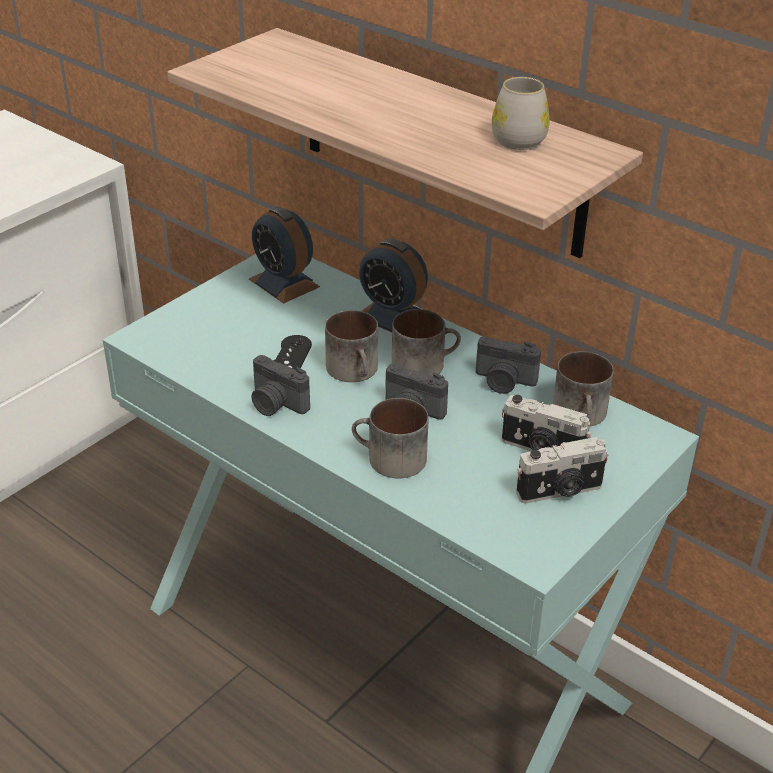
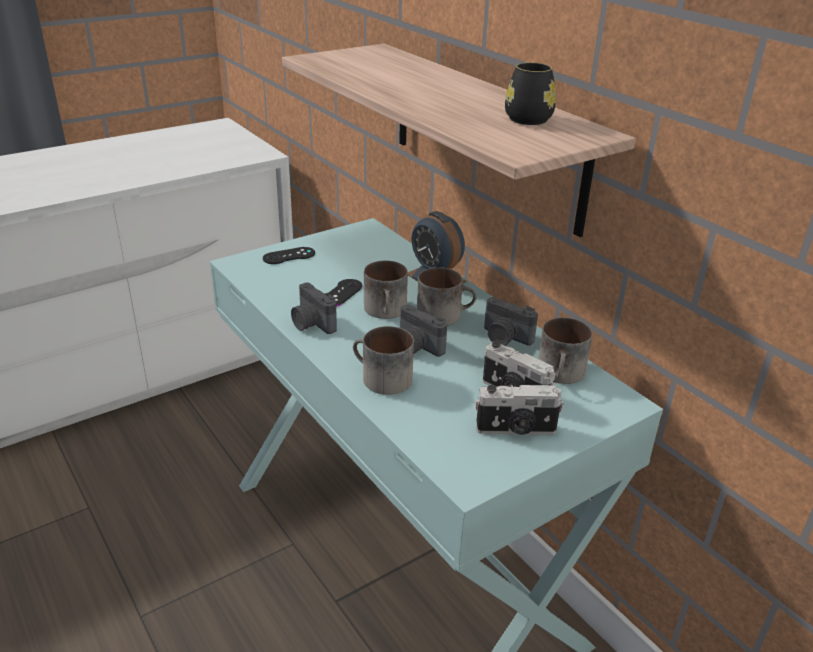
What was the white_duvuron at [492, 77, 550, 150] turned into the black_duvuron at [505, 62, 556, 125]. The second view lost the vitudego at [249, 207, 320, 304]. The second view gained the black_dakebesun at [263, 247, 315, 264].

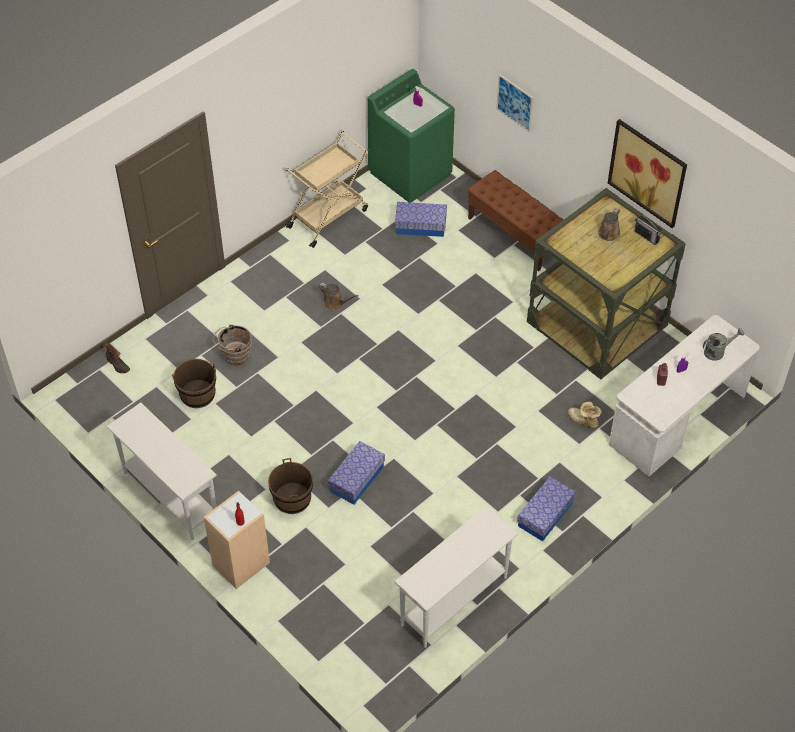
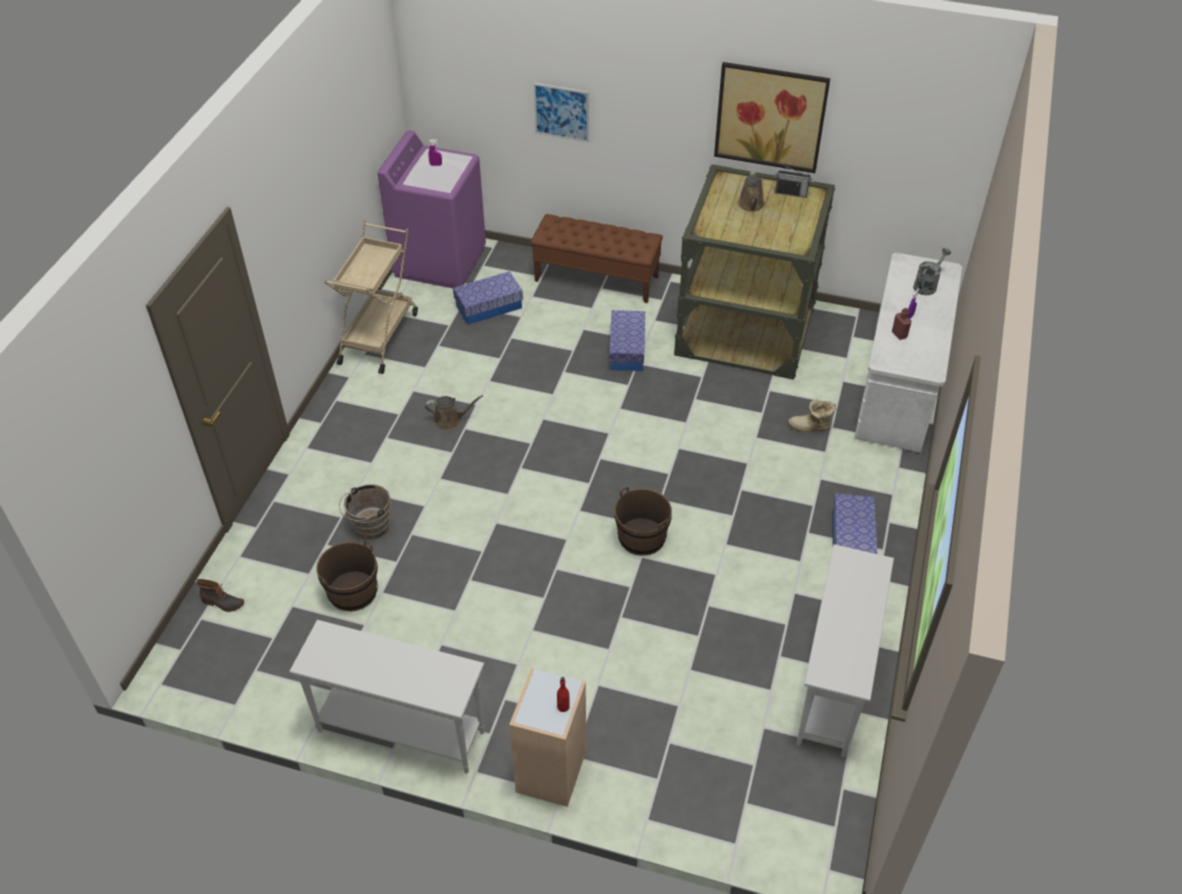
What was the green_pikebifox at [368, 69, 455, 202] turned into the purple_pikebifox at [378, 130, 486, 288]. The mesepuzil ended up elsewhere, having gone from [328, 441, 385, 505] to [609, 310, 645, 371]. The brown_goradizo ended up elsewhere, having gone from [268, 458, 313, 514] to [614, 486, 672, 556].

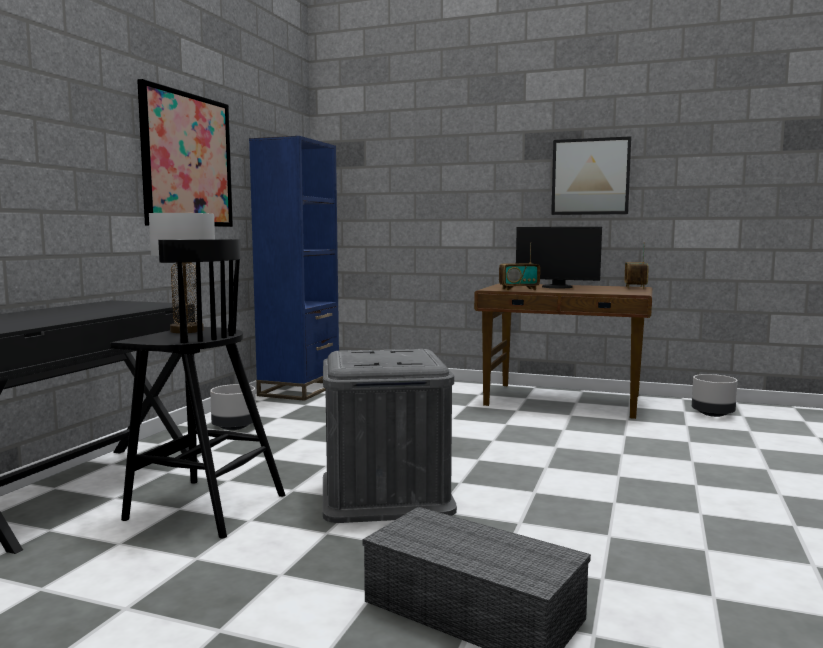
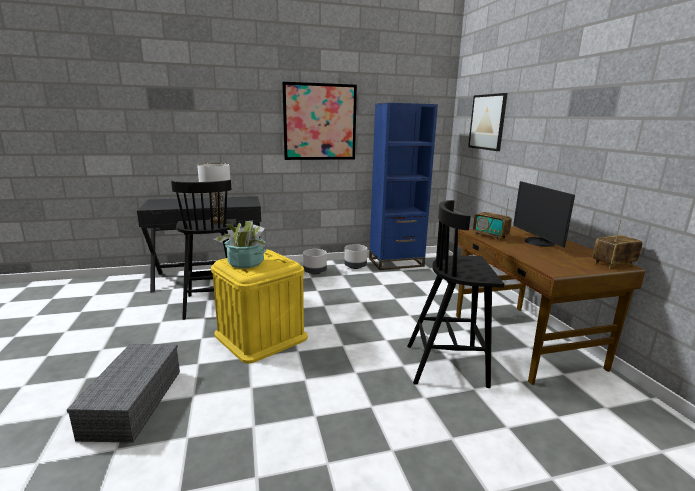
The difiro ended up elsewhere, having gone from [551, 136, 631, 215] to [468, 93, 508, 151]. What was the grey_mesepuzil at [323, 349, 457, 523] turned into the yellow_mesepuzil at [211, 250, 308, 363]. The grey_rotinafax ended up elsewhere, having gone from [692, 374, 738, 417] to [344, 244, 367, 269]. The second view gained the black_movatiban at [407, 200, 504, 388]. The second view gained the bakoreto at [214, 221, 266, 268].

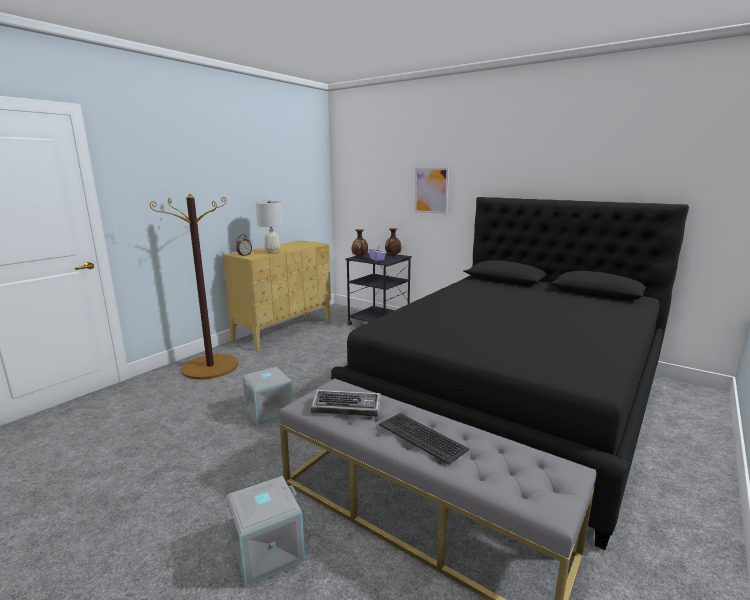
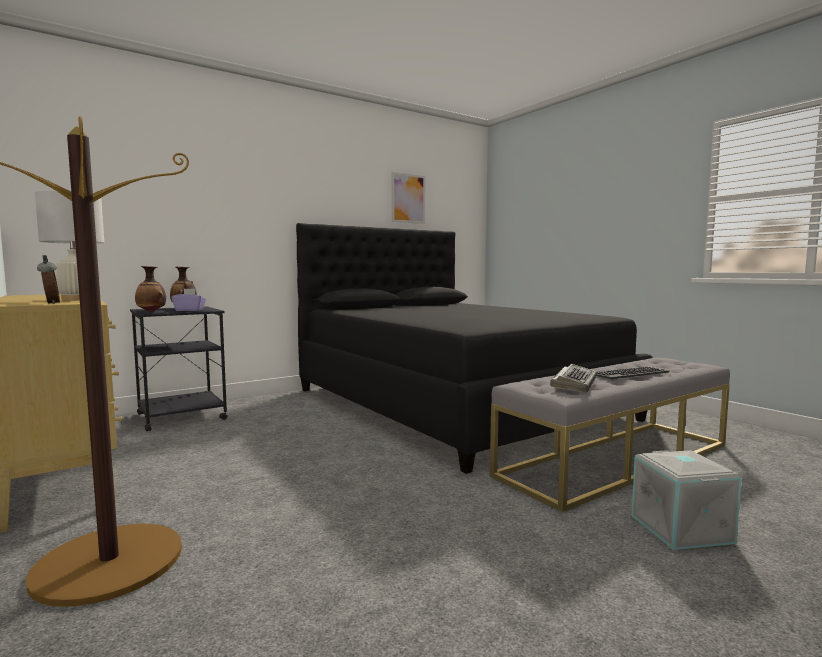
The difiro ended up elsewhere, having gone from [414, 168, 449, 214] to [392, 172, 425, 224]. The second view lost the grey_mesepuzil at [242, 367, 293, 426].

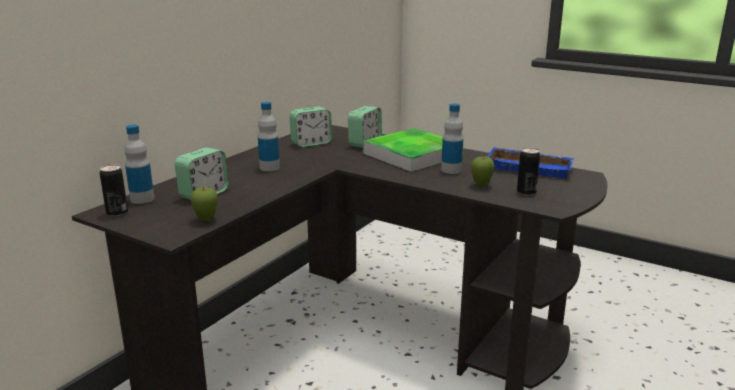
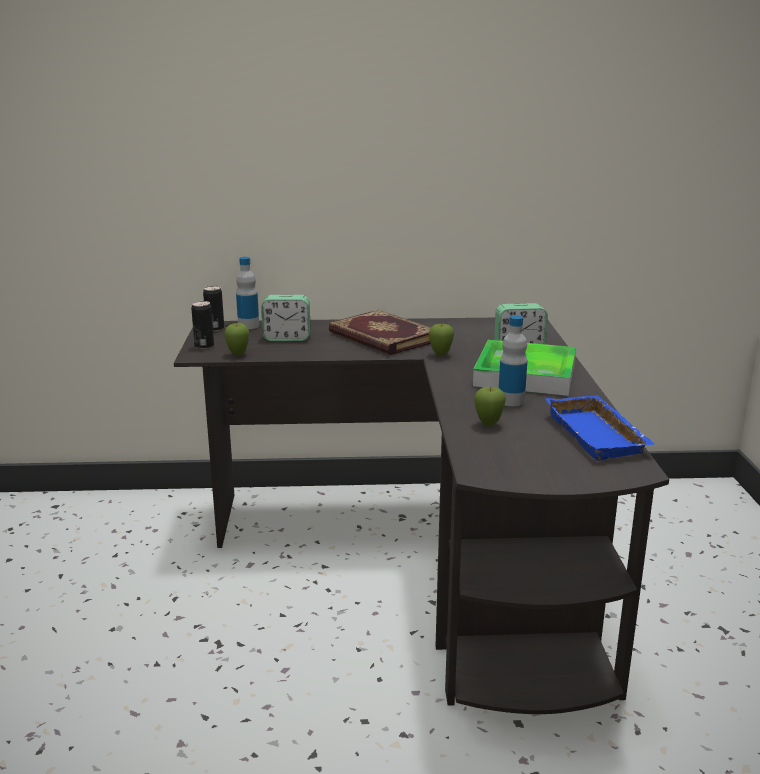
Where the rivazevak stood at [258, 102, 280, 171], the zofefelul came to stand at [329, 310, 431, 355]. The second view lost the vitudego at [289, 107, 332, 147]. The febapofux ended up elsewhere, having gone from [517, 147, 540, 195] to [191, 301, 214, 349]. The second view gained the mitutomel at [429, 324, 454, 356].

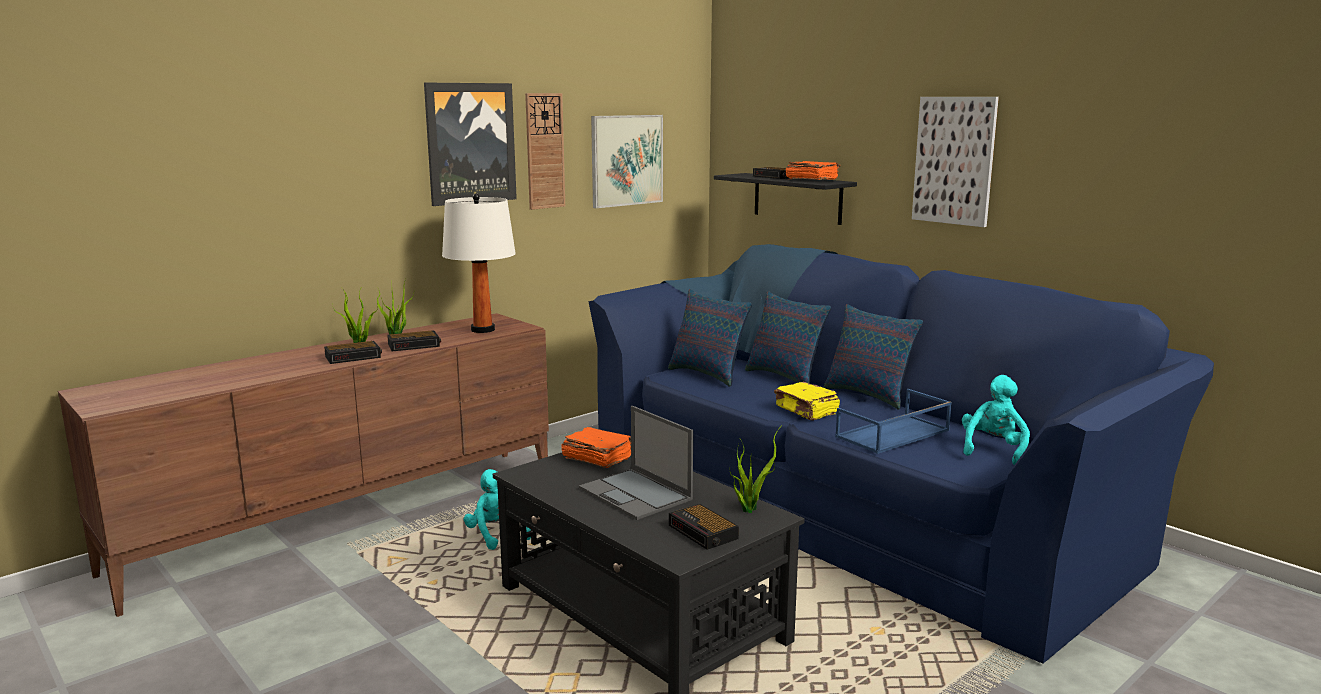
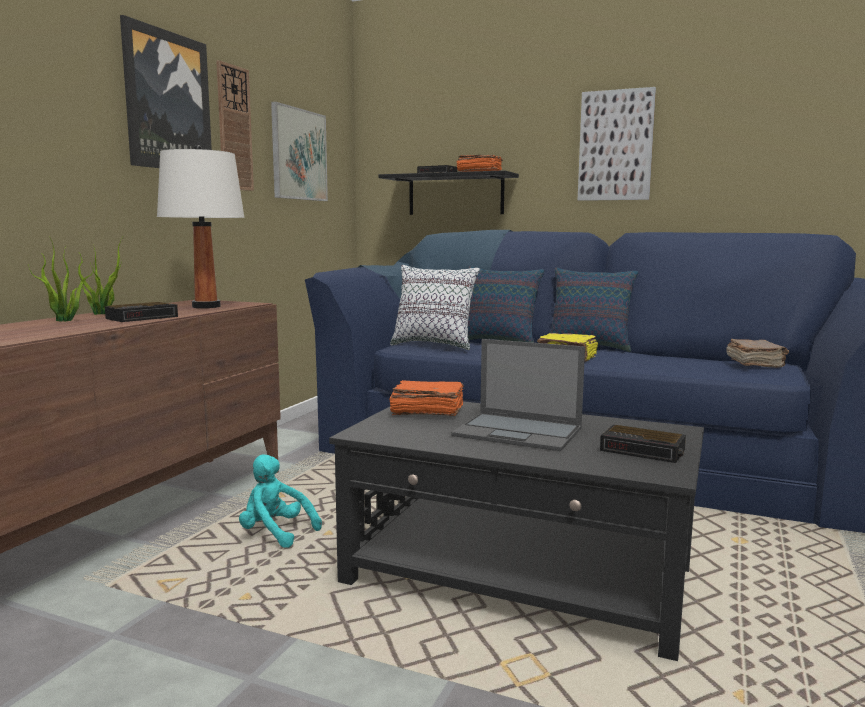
What was the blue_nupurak at [668, 289, 752, 387] turned into the white_nupurak at [390, 265, 480, 350]. The second view lost the vitudego at [324, 341, 382, 364]. Where the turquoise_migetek stood at [962, 375, 1030, 465], the brown_zofefelul came to stand at [726, 339, 789, 368]. The second view lost the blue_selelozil at [835, 389, 952, 454]. The second view lost the bakoreto at [730, 430, 778, 513].

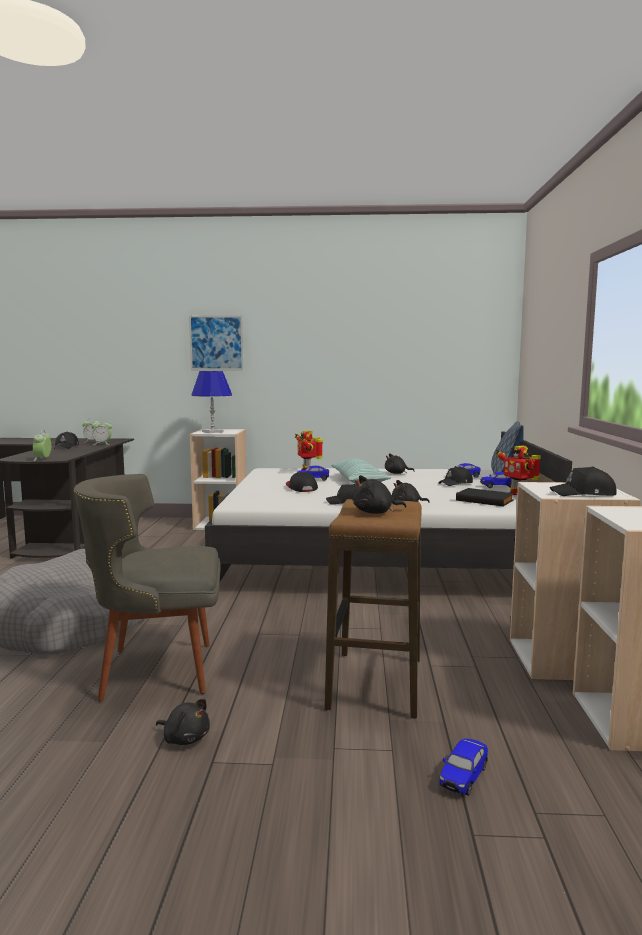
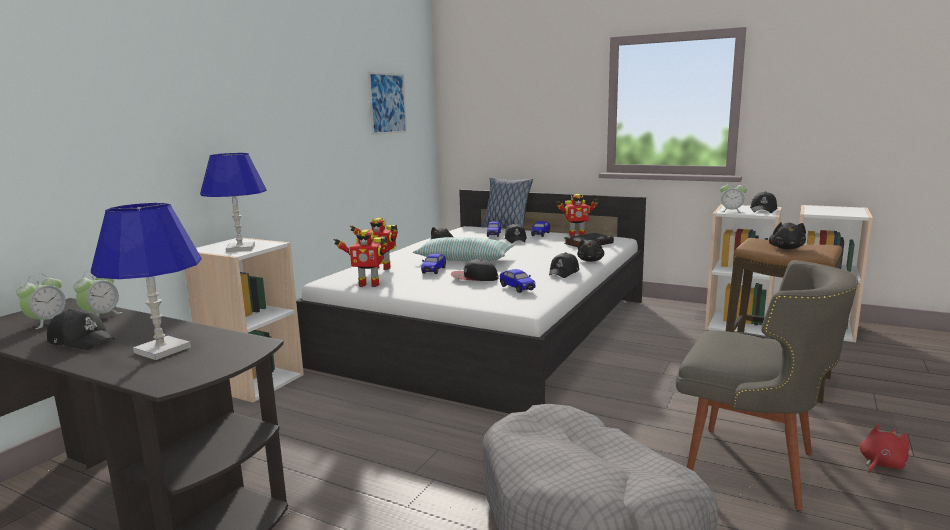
The difiro ended up elsewhere, having gone from [189, 315, 244, 370] to [368, 72, 407, 135]. The vitudego ended up elsewhere, having gone from [33, 430, 51, 461] to [720, 183, 747, 213]. The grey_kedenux at [74, 474, 221, 701] ended up facing another way, 75 degrees counterclockwise from before. What was the black_migetek at [156, 699, 210, 745] turned into the red_migetek at [860, 424, 909, 473]. The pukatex ended up elsewhere, having gone from [439, 738, 488, 796] to [500, 269, 536, 293]. The second view gained the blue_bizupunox at [91, 203, 202, 360]. The second view gained the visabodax at [334, 230, 388, 287].

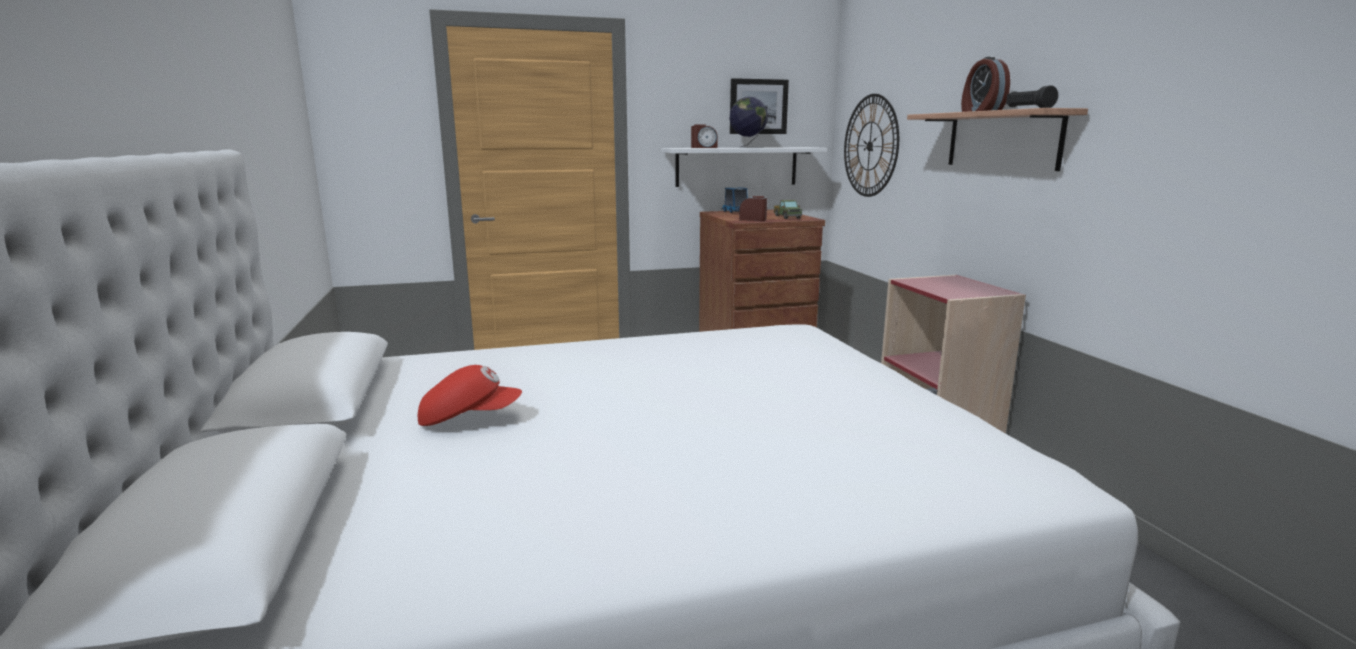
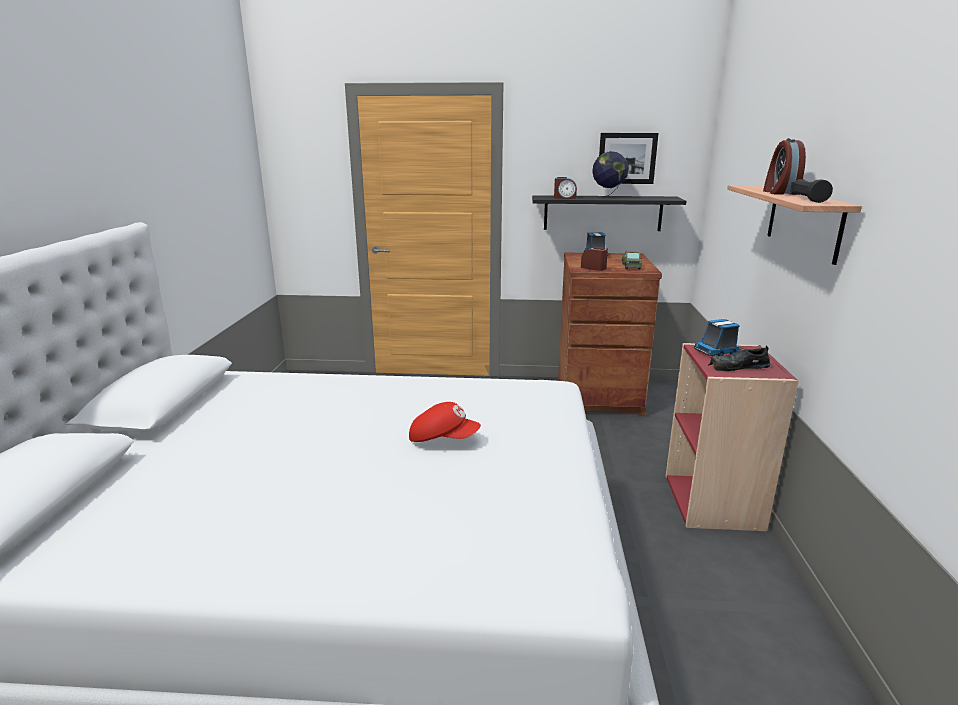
The second view lost the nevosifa at [844, 94, 899, 197]. What was the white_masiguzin at [662, 147, 827, 187] turned into the black_masiguzin at [532, 195, 686, 231]. The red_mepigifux ended up elsewhere, having gone from [418, 365, 522, 426] to [409, 402, 481, 442]. The second view gained the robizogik at [694, 319, 740, 356]. The second view gained the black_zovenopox at [708, 346, 770, 371].

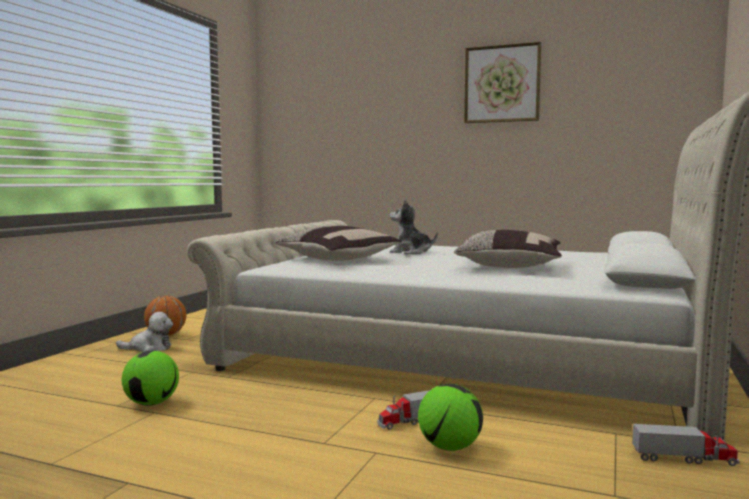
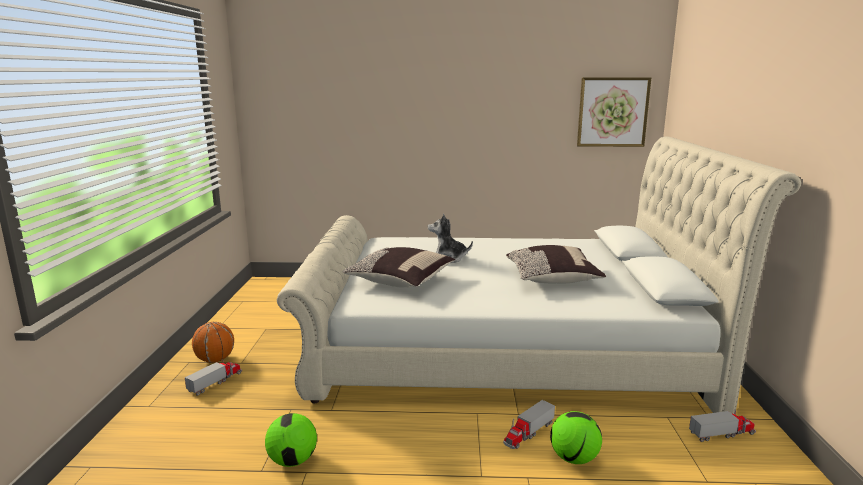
The difiro ended up elsewhere, having gone from [464, 42, 541, 123] to [577, 78, 651, 147]. Where the migetek stood at [116, 312, 173, 352], the robizogik came to stand at [185, 359, 242, 396].

